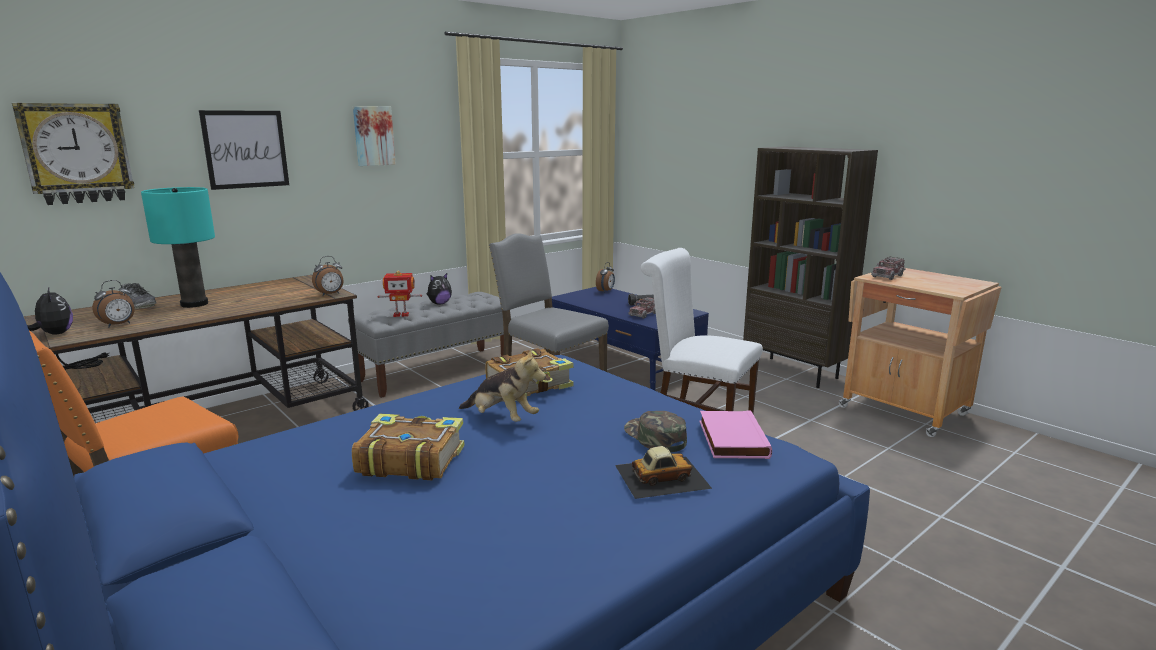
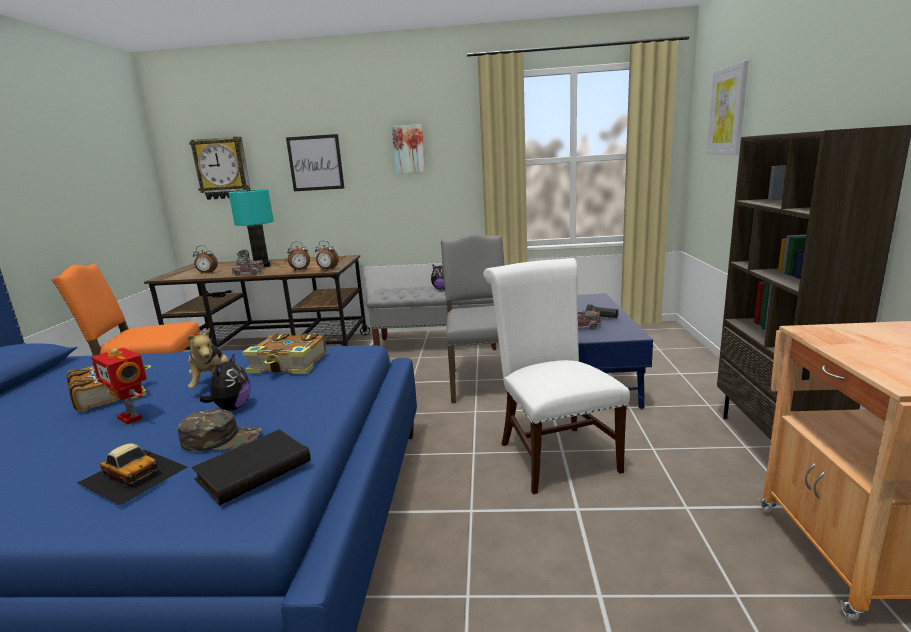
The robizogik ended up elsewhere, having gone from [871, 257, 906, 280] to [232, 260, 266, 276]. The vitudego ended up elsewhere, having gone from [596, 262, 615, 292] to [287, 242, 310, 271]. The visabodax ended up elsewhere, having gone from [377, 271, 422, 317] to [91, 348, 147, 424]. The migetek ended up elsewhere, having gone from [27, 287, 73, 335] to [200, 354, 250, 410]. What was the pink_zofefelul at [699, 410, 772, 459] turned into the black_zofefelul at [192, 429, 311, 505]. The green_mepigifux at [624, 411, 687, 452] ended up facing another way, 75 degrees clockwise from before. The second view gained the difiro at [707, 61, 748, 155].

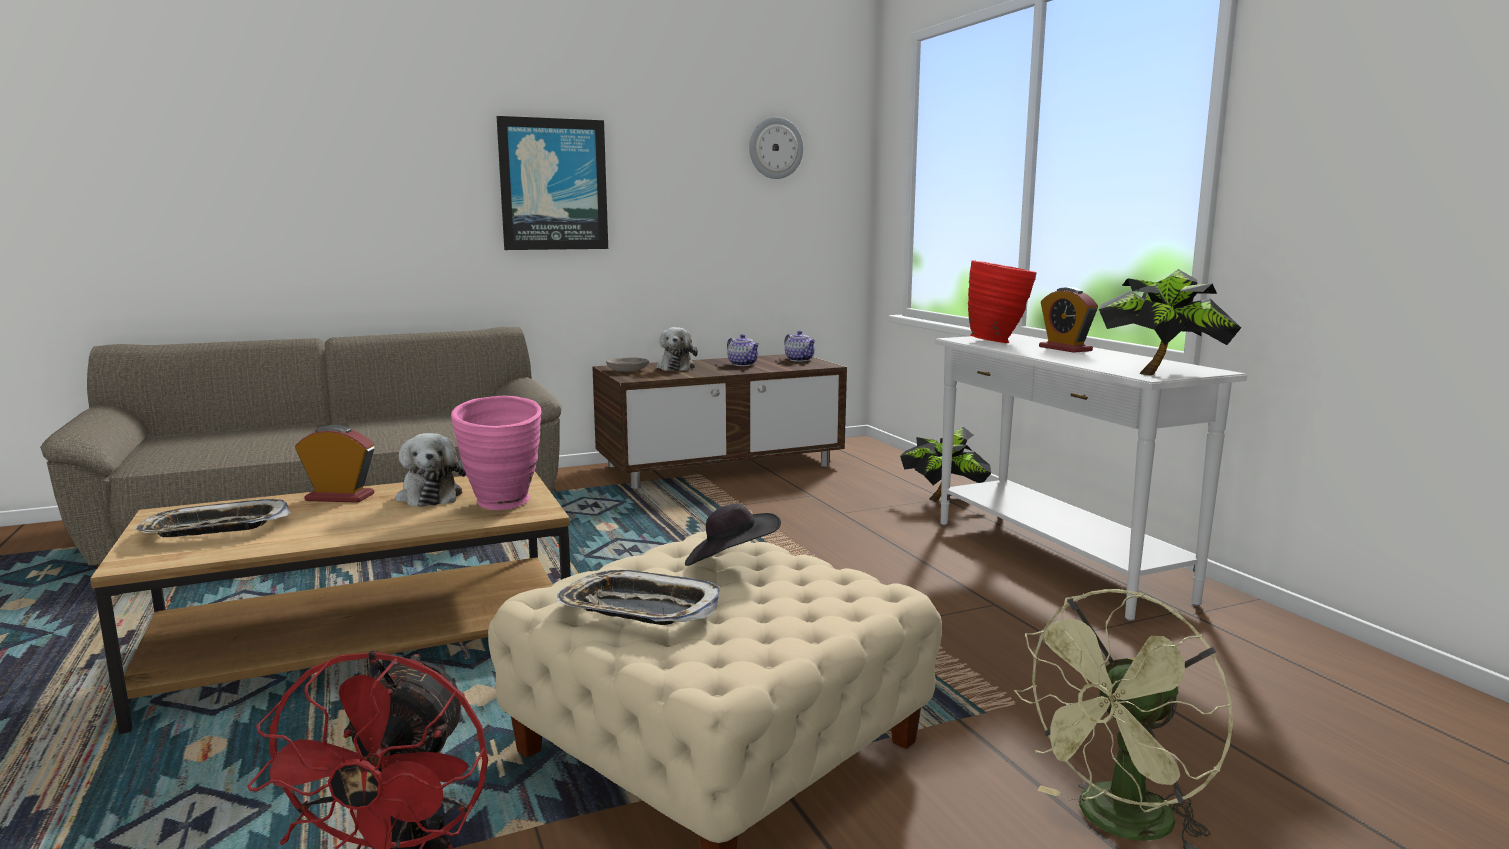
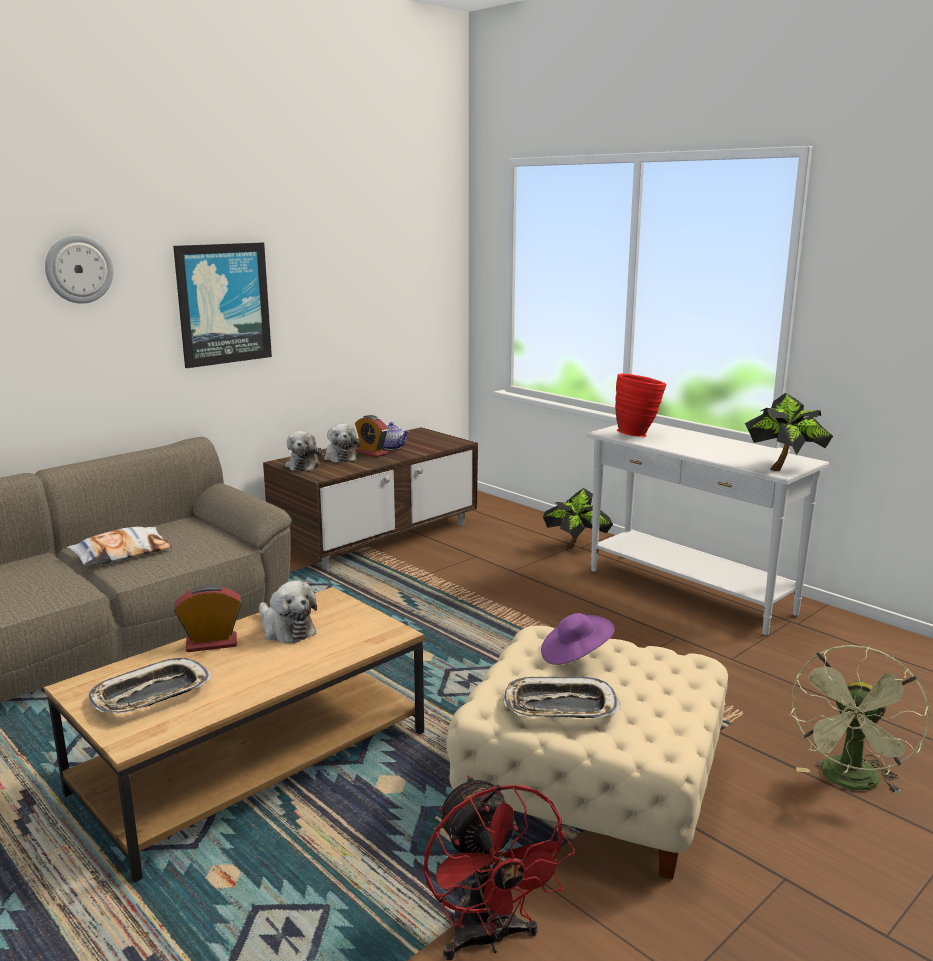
The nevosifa ended up elsewhere, having gone from [749, 117, 803, 179] to [45, 234, 114, 304]. The vitudego ended up elsewhere, having gone from [1039, 287, 1098, 353] to [355, 415, 388, 457]. The second view lost the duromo at [784, 331, 815, 362]. Where the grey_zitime stood at [606, 357, 650, 372], the migetek came to stand at [285, 431, 322, 471]. The second view lost the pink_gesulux at [451, 396, 541, 510]. What was the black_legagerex at [685, 503, 781, 566] turned into the purple_legagerex at [541, 613, 615, 665]. The second view gained the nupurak at [67, 527, 172, 567].

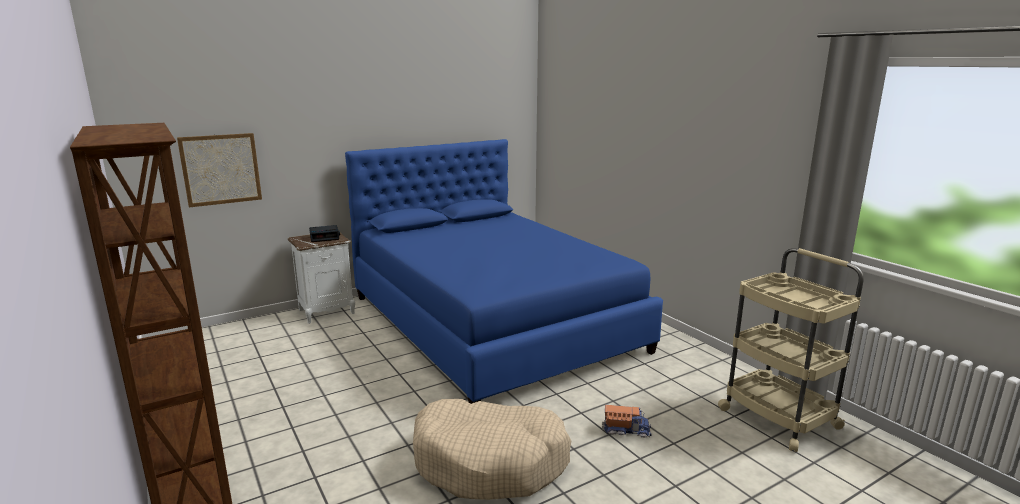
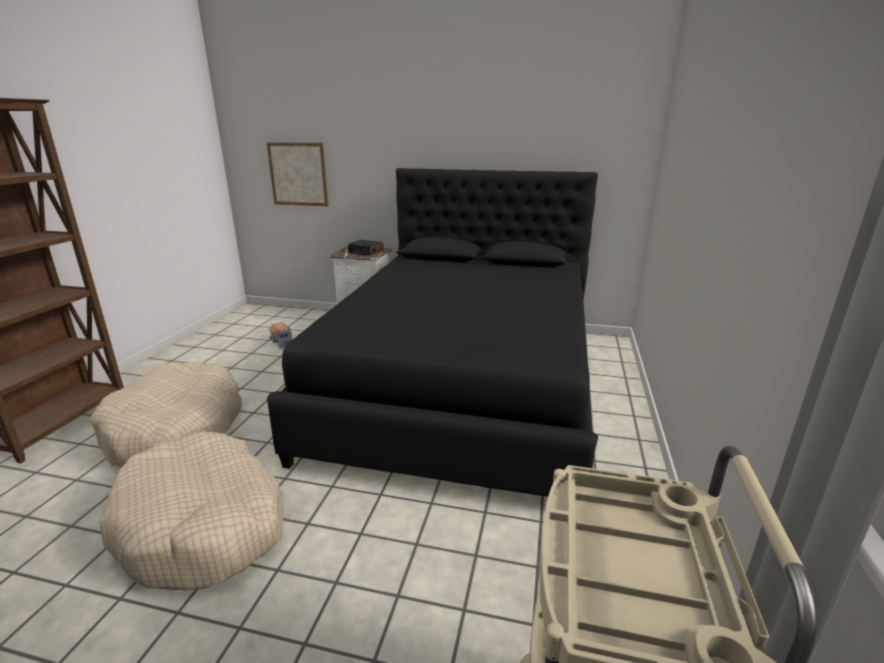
What was the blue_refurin at [345, 139, 663, 404] turned into the black_refurin at [267, 168, 598, 497]. The robizogik ended up elsewhere, having gone from [602, 405, 652, 438] to [269, 322, 293, 350]. The second view gained the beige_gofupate at [90, 362, 242, 467].

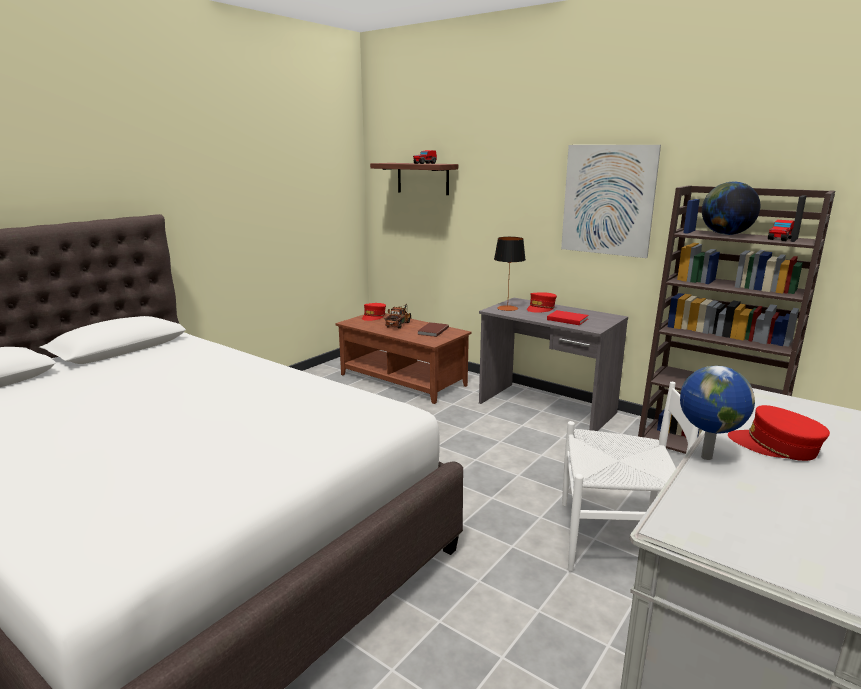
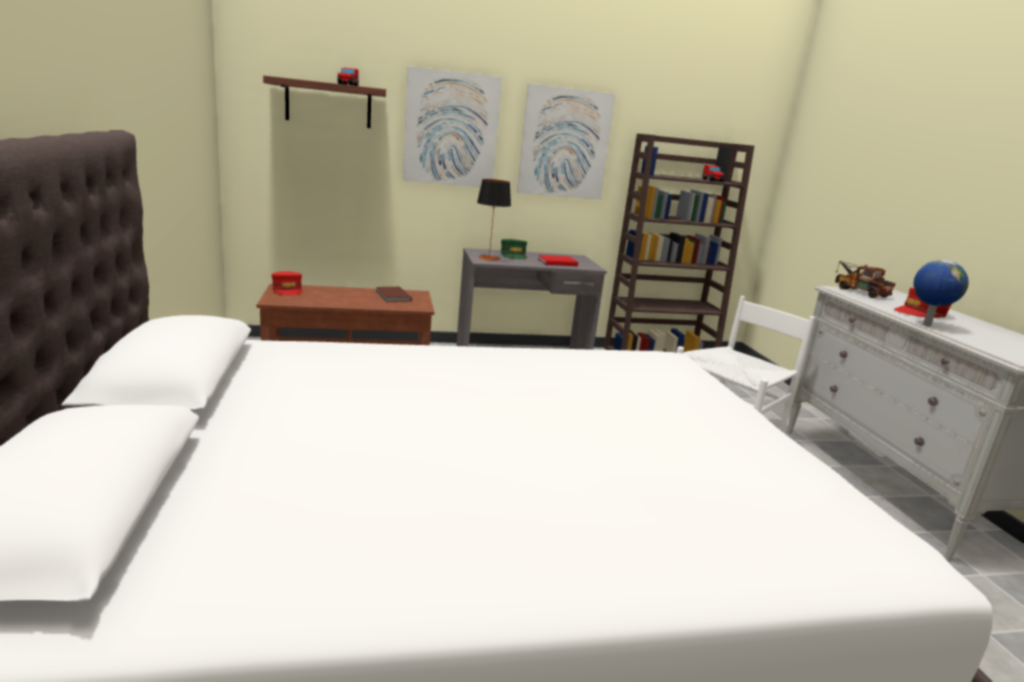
The second view lost the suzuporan at [702, 182, 760, 235]. What was the red_mepigifux at [527, 292, 557, 313] turned into the green_mepigifux at [501, 239, 527, 259]. The robizogik ended up elsewhere, having gone from [385, 304, 411, 329] to [835, 261, 896, 298]. The second view gained the difiro at [403, 66, 502, 187].

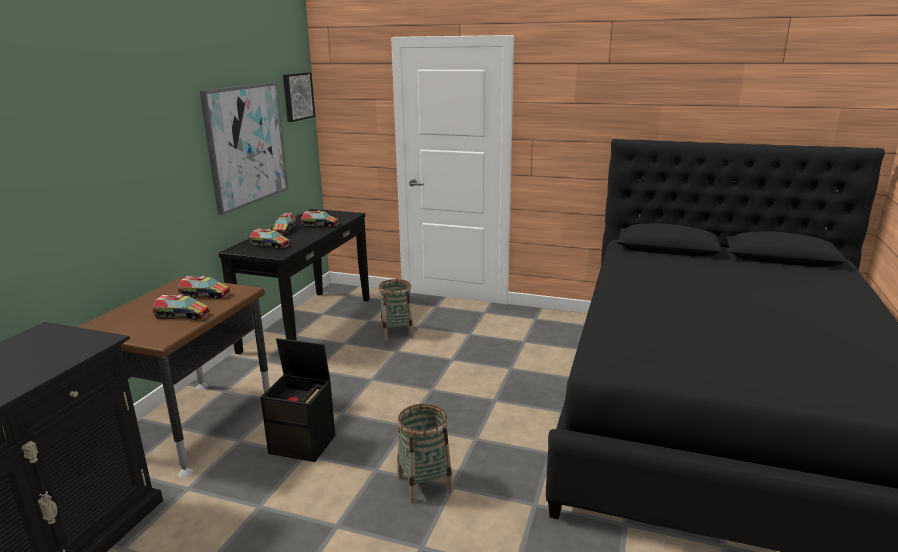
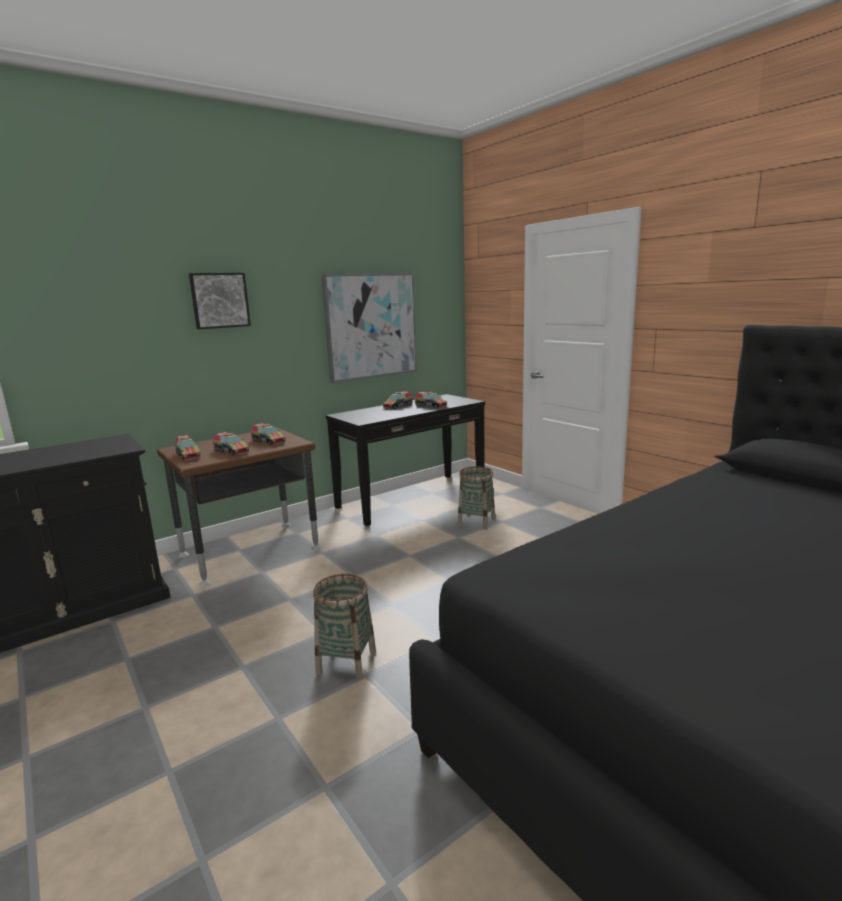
The difiro ended up elsewhere, having gone from [283, 72, 315, 122] to [189, 273, 251, 329]. The robizogik ended up elsewhere, having gone from [250, 229, 290, 249] to [174, 435, 201, 460]. The second view lost the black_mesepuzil at [260, 338, 335, 462].

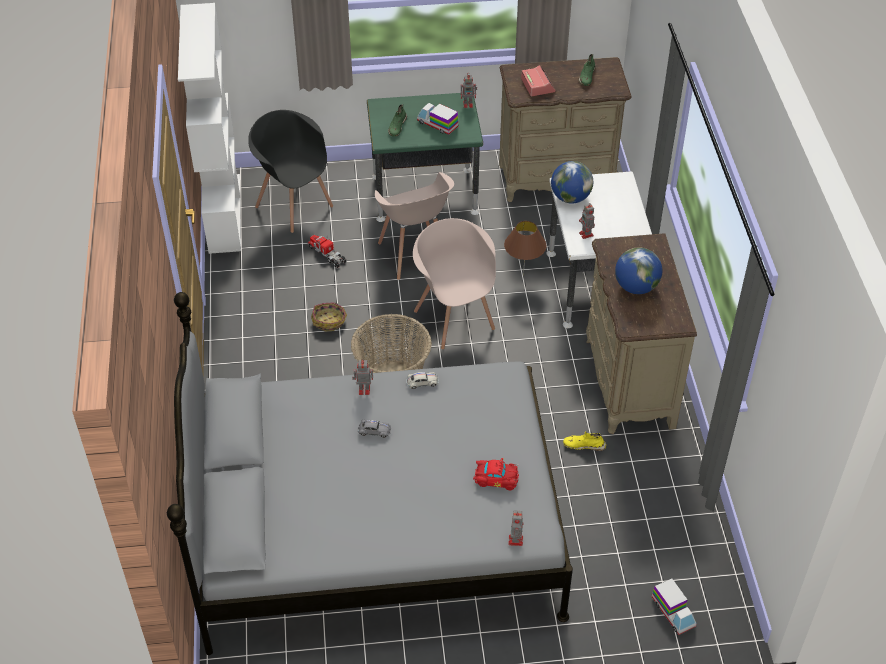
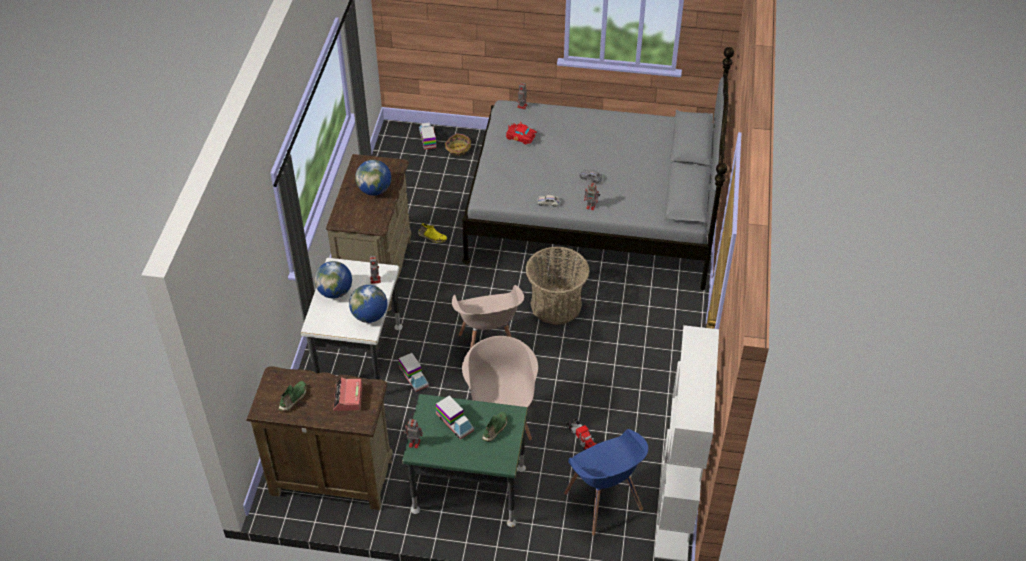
What was the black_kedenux at [248, 110, 333, 233] turned into the blue_kedenux at [564, 429, 648, 535]. Where the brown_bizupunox stood at [504, 221, 546, 277], the robizogik came to stand at [399, 353, 429, 392]. The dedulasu ended up elsewhere, having gone from [311, 303, 347, 331] to [445, 133, 471, 156]. The second view gained the suzuporan at [314, 261, 352, 299].

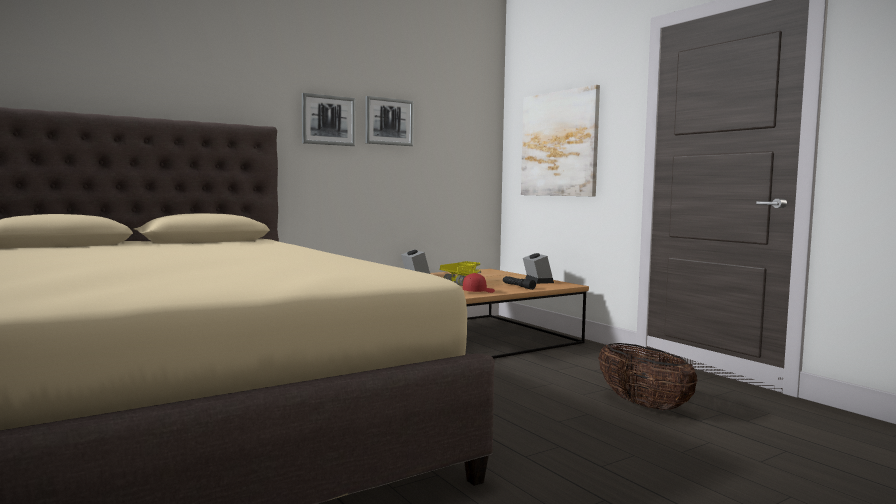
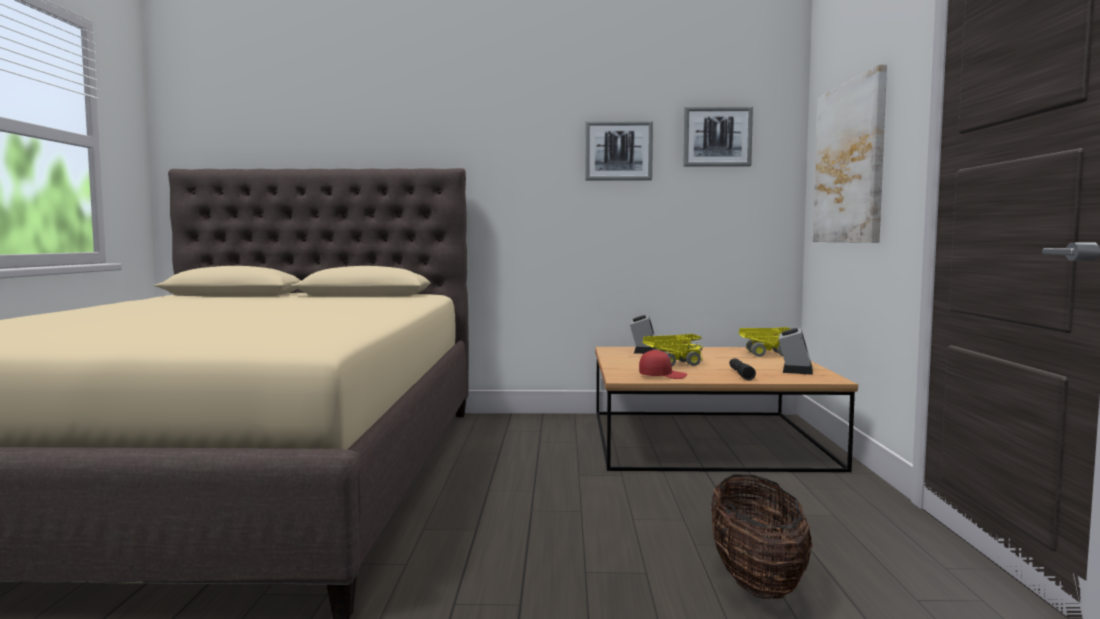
The difiro ended up elsewhere, having gone from [302, 93, 355, 146] to [684, 107, 753, 167]. The second view gained the robizogik at [739, 327, 790, 357].

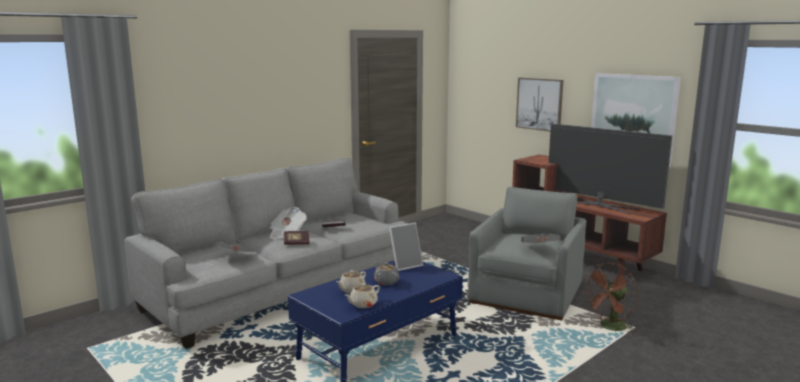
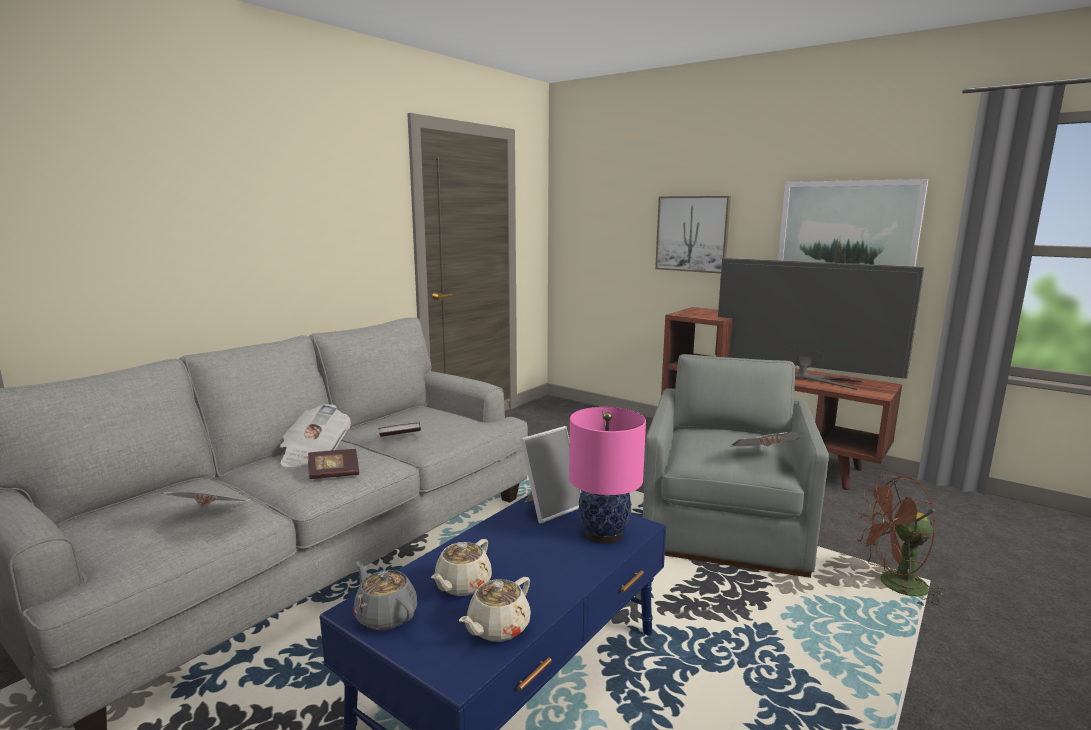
The grey_duromo ended up elsewhere, having gone from [374, 261, 400, 285] to [353, 562, 417, 630]. The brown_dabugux at [583, 263, 638, 335] ended up facing another way, 45 degrees clockwise from before. The second view gained the pink_bizupunox at [569, 407, 646, 544].

